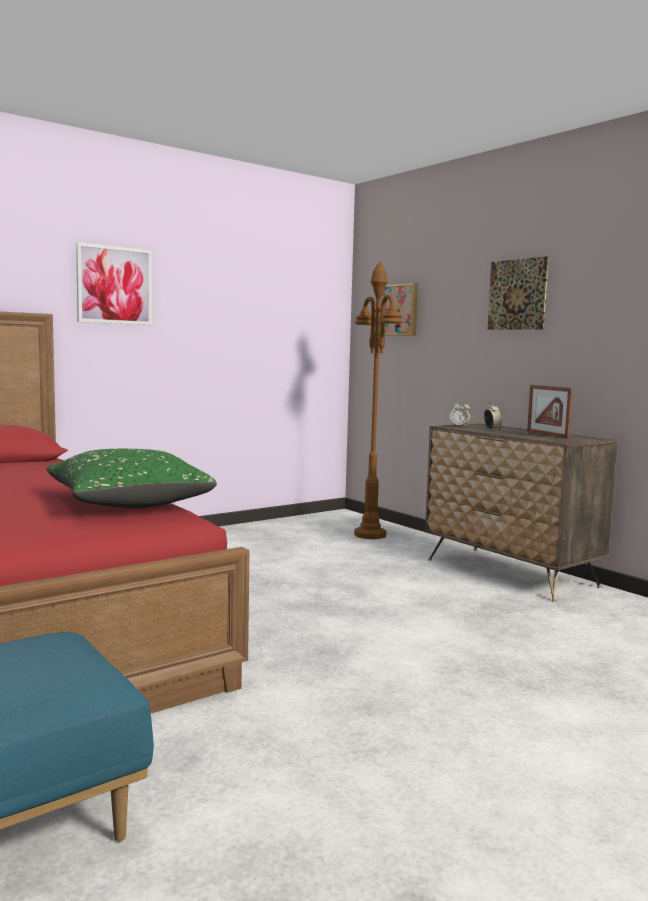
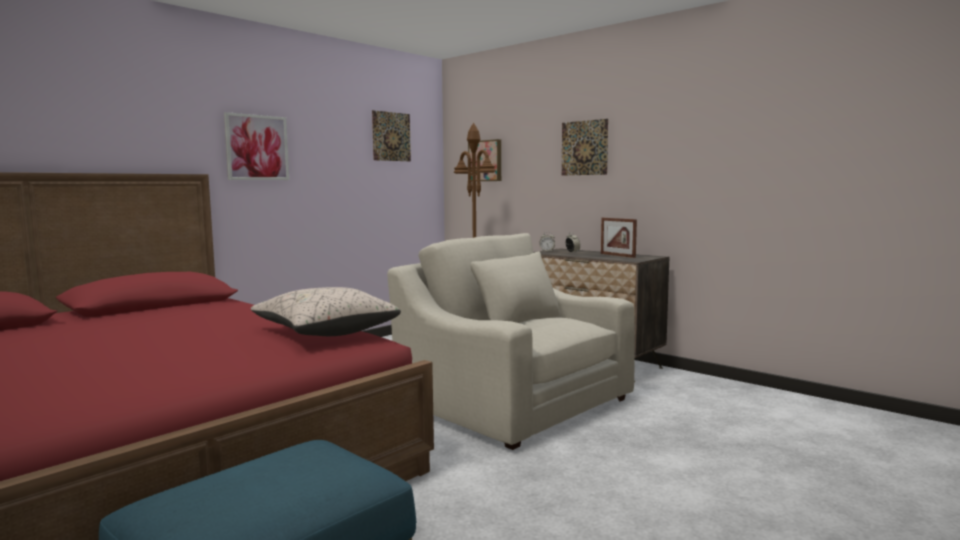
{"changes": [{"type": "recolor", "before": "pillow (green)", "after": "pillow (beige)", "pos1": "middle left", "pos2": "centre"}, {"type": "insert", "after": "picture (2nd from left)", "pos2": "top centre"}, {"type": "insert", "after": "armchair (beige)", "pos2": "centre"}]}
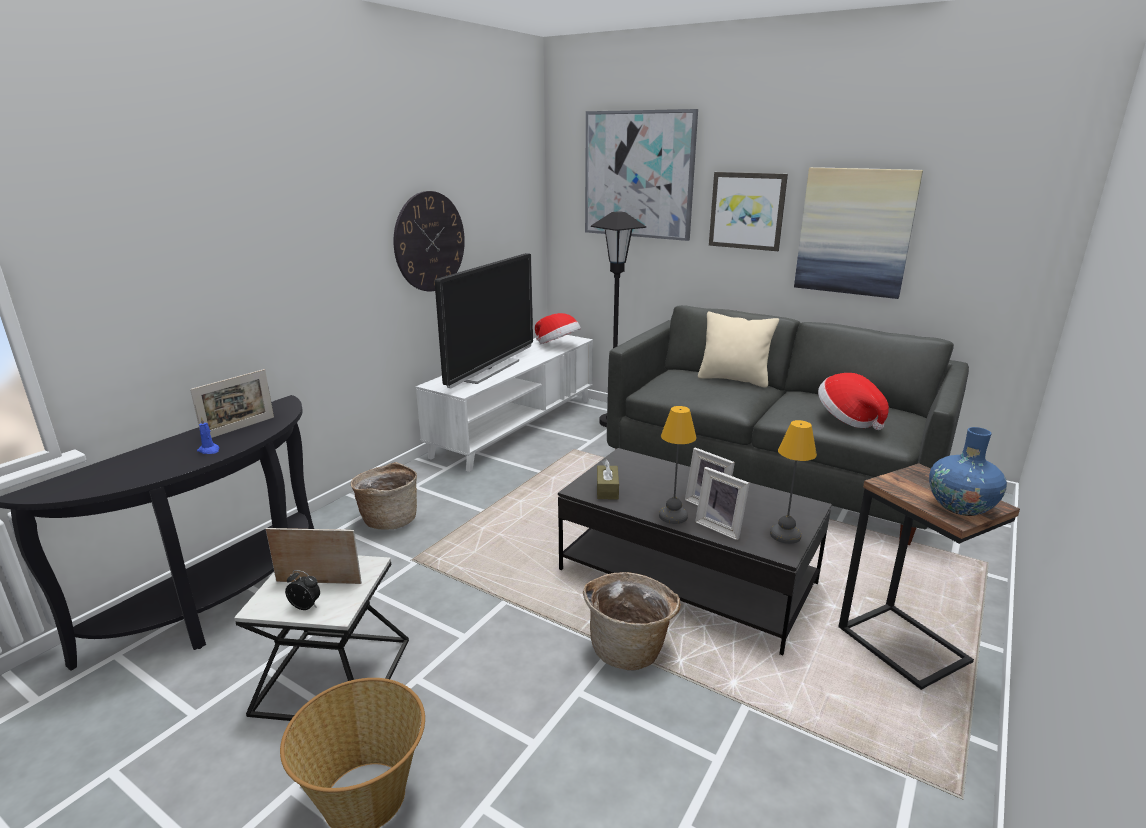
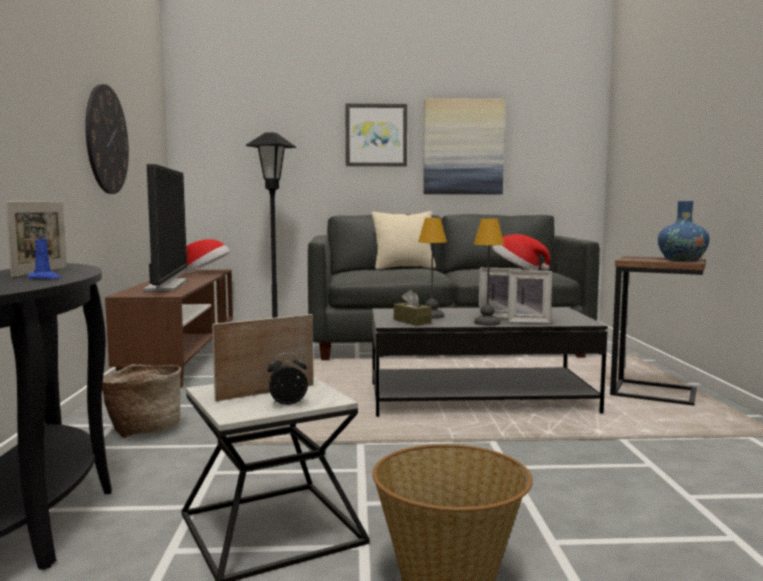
{"changes": [{"type": "recolor", "before": "tv stand (white)", "after": "tv stand (brown)", "pos1": "centre", "pos2": "middle left"}, {"type": "move", "before": "table lamp (2nd from left in the first image)", "after": "table lamp (1st from left)", "pos1": "middle right", "pos2": "centre"}, {"type": "delete", "before": "basket (3rd from left)", "pos1": "bottom centre"}, {"type": "delete", "before": "picture (1st from left)", "pos1": "top centre"}]}
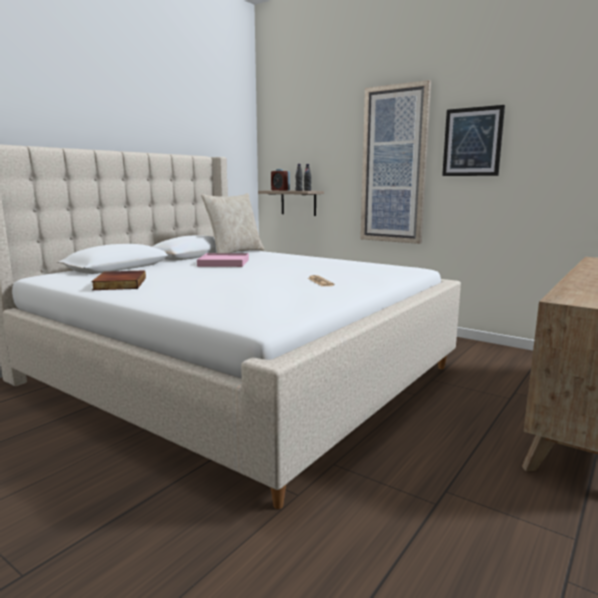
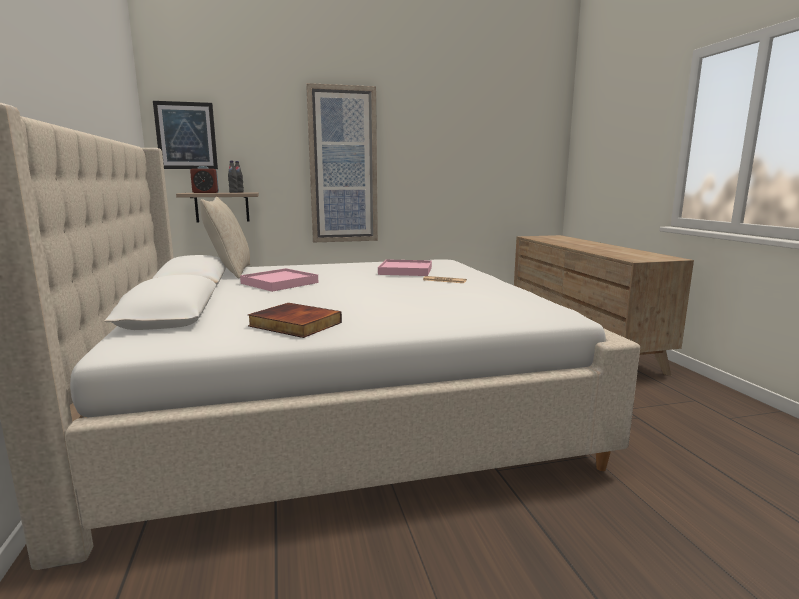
{"changes": [{"type": "move", "before": "picture (2nd from left in the first image)", "after": "picture (1st from left)", "pos1": "top right", "pos2": "top left"}, {"type": "insert", "after": "tray (pink) (2nd from left)", "pos2": "centre"}]}
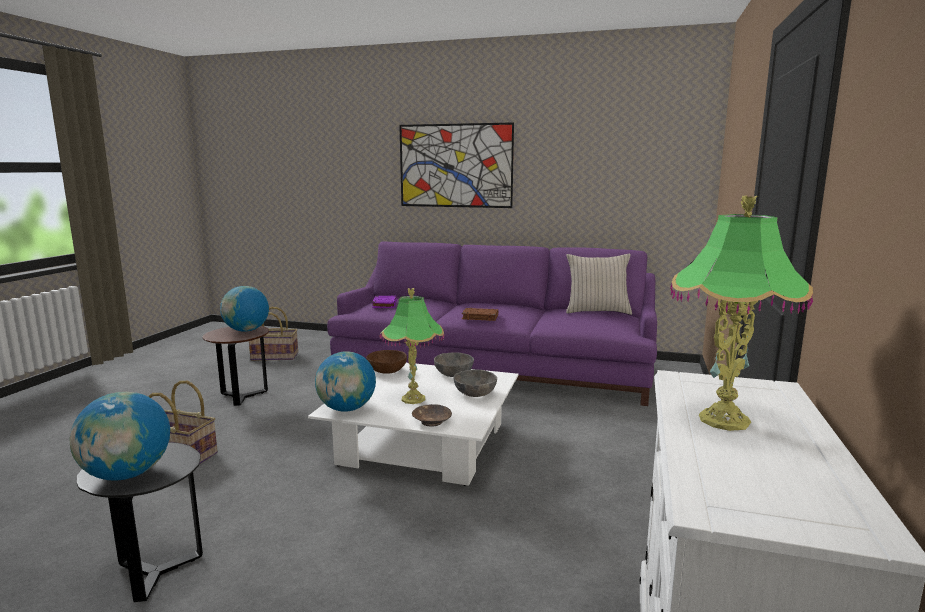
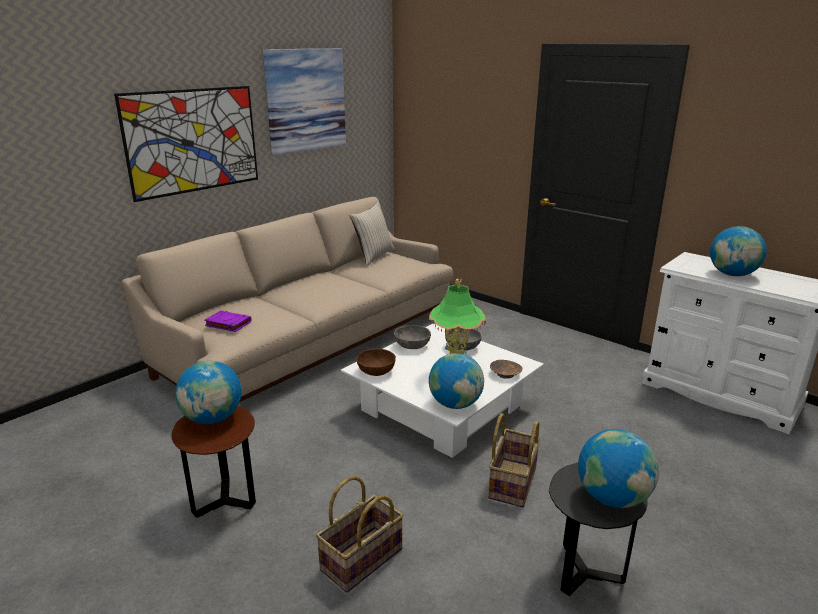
{"changes": [{"type": "recolor", "before": "sofa (purple)", "after": "sofa (beige)", "pos1": "centre", "pos2": "centre"}, {"type": "insert", "after": "picture (2nd from left)", "pos2": "top centre"}, {"type": "move", "before": "basket (2nd from left)", "pos1": "middle left", "pos2": "bottom centre"}, {"type": "replace", "before": "table lamp (2nd from left)", "after": "globe (4th from left)", "pos1": "middle right", "pos2": "middle right"}, {"type": "delete", "before": "book (brown)", "pos1": "centre"}]}
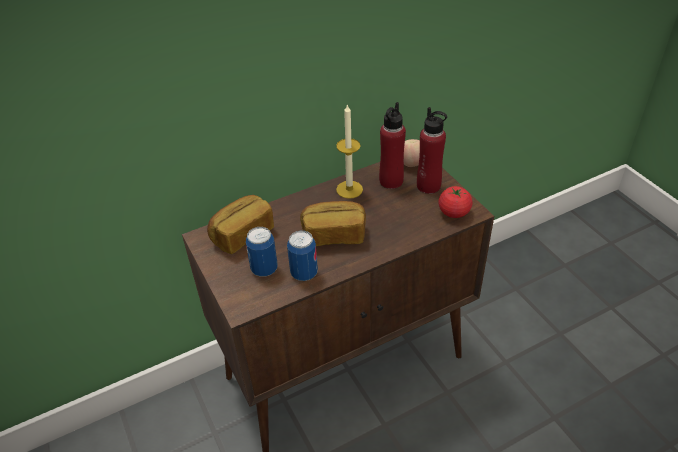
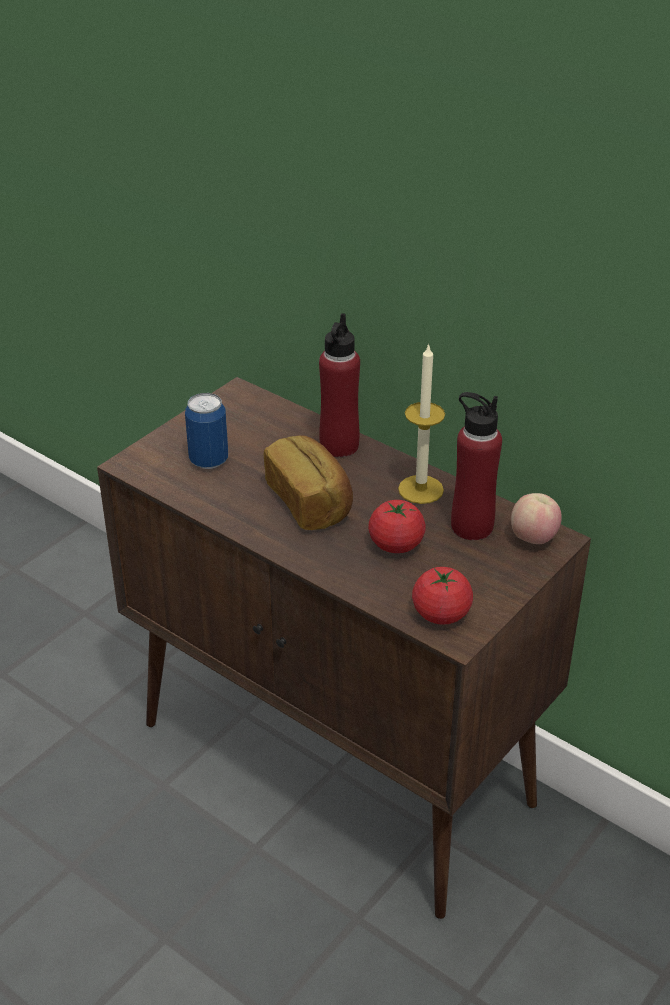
{"changes": [{"type": "move", "before": "bottle (red) (2nd from left in the first image)", "after": "bottle (red) (1st from left)", "pos1": "top centre", "pos2": "centre"}, {"type": "insert", "after": "tomato (1st from left)", "pos2": "centre"}, {"type": "delete", "before": "bread (1st from left)", "pos1": "centre"}, {"type": "delete", "before": "can (2nd from left)", "pos1": "centre"}]}
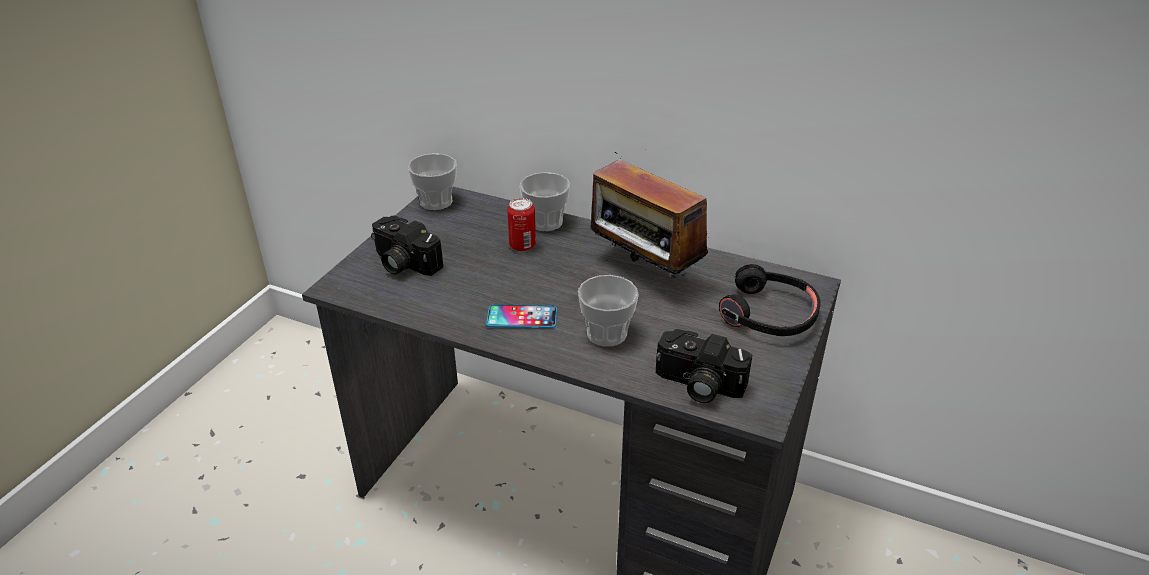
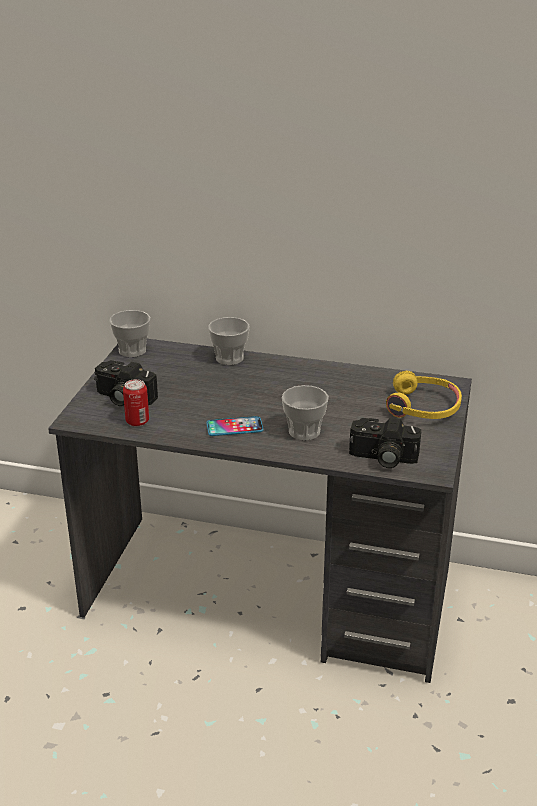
{"changes": [{"type": "move", "before": "can", "pos1": "centre", "pos2": "middle left"}, {"type": "recolor", "before": "headphones (black)", "after": "headphones (yellow)", "pos1": "middle right", "pos2": "middle right"}, {"type": "delete", "before": "radio", "pos1": "centre"}]}
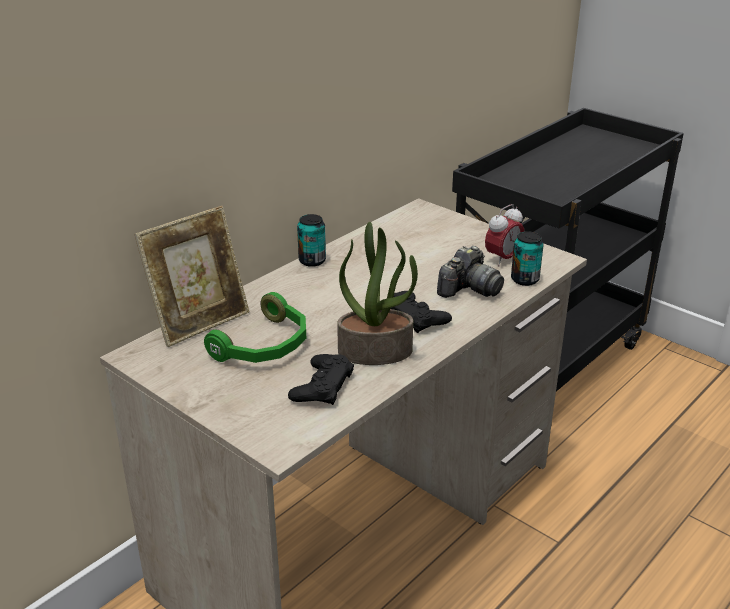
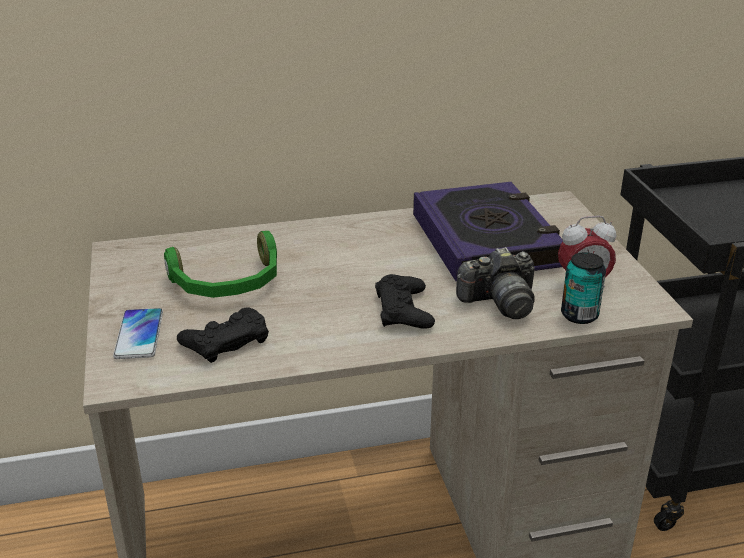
{"changes": [{"type": "insert", "after": "phone", "pos2": "middle left"}, {"type": "insert", "after": "book", "pos2": "centre"}, {"type": "delete", "before": "picture frame", "pos1": "middle left"}, {"type": "delete", "before": "can (1st from left)", "pos1": "centre"}, {"type": "delete", "before": "potted plant", "pos1": "centre"}]}
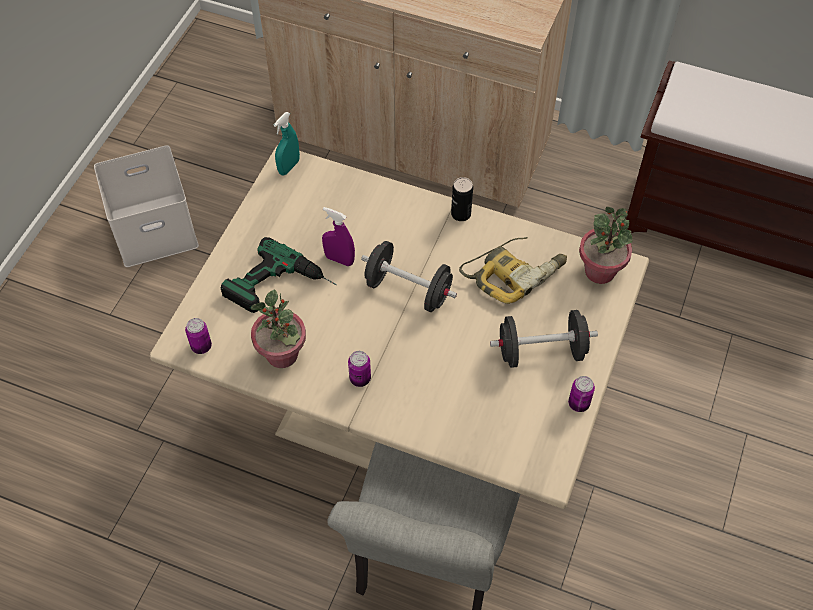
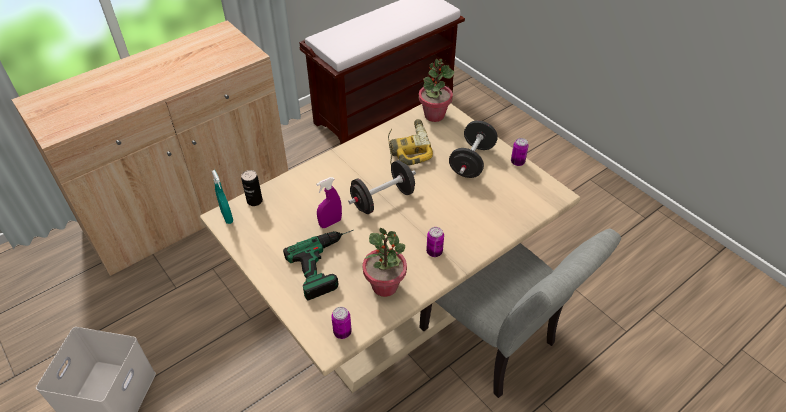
{"changes": [{"type": "move", "before": "can (3rd from left in the first image)", "after": "can (1st from left)", "pos1": "top centre", "pos2": "middle left"}]}
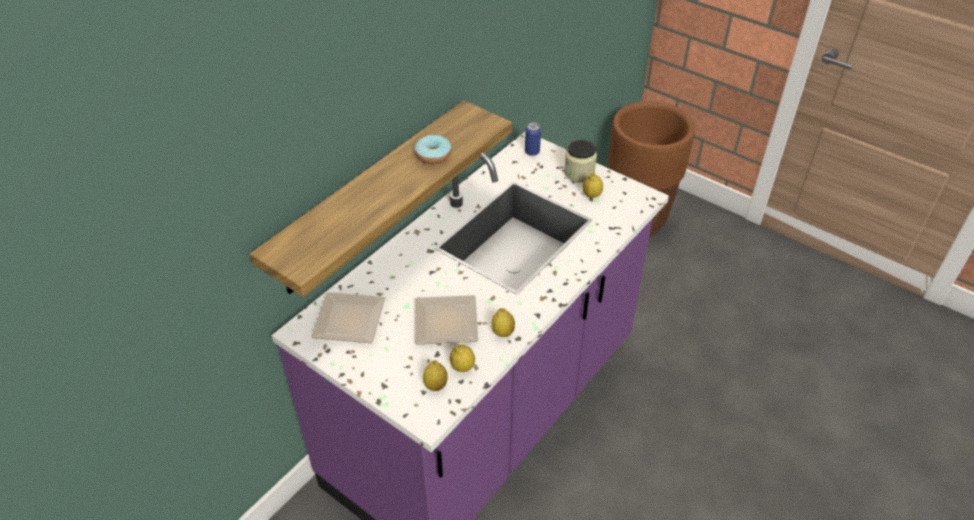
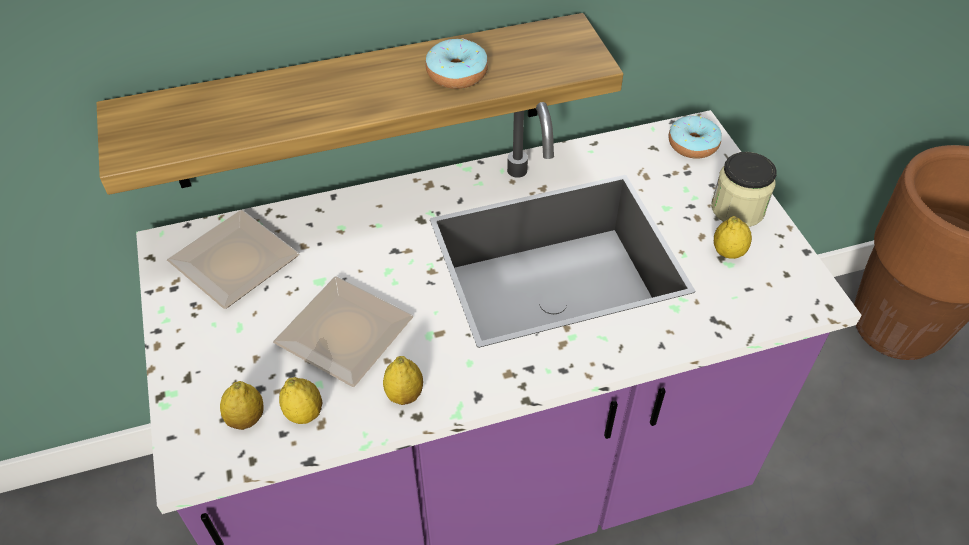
{"changes": [{"type": "replace", "before": "can", "after": "donut (2nd from left)", "pos1": "top centre", "pos2": "top right"}]}
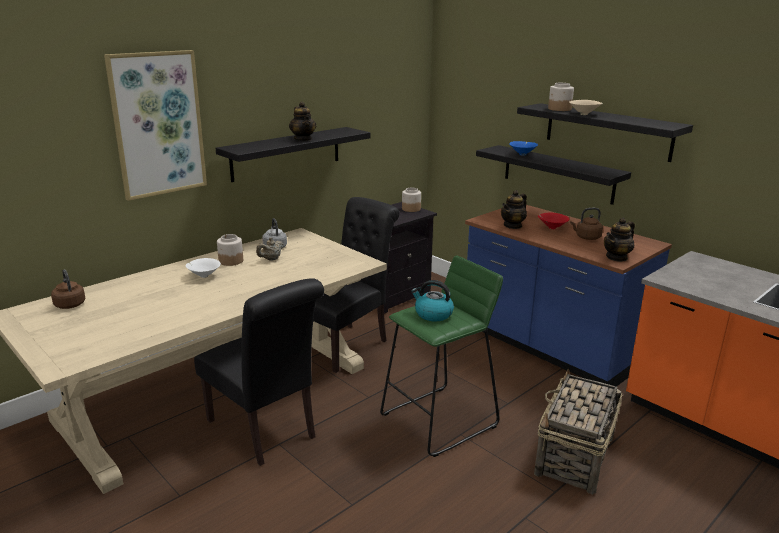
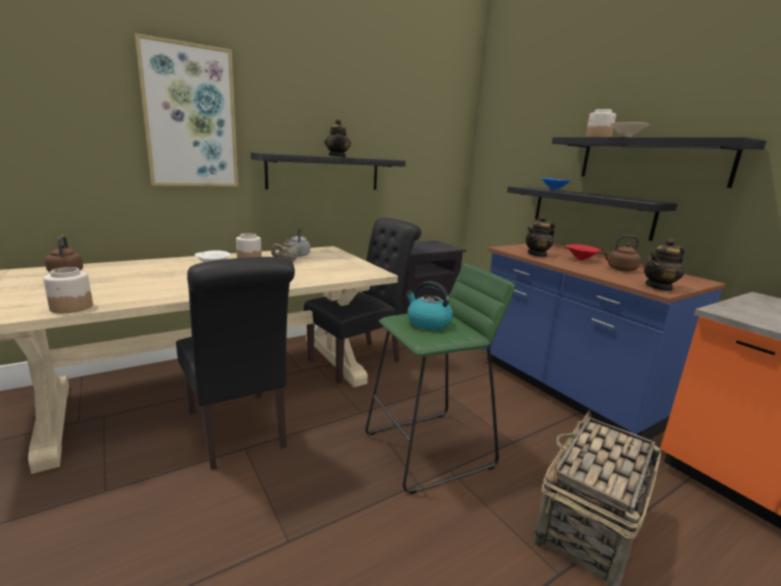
{"changes": [{"type": "move", "before": "jar (2nd from left in the first image)", "after": "jar (1st from left)", "pos1": "centre", "pos2": "middle left"}]}
